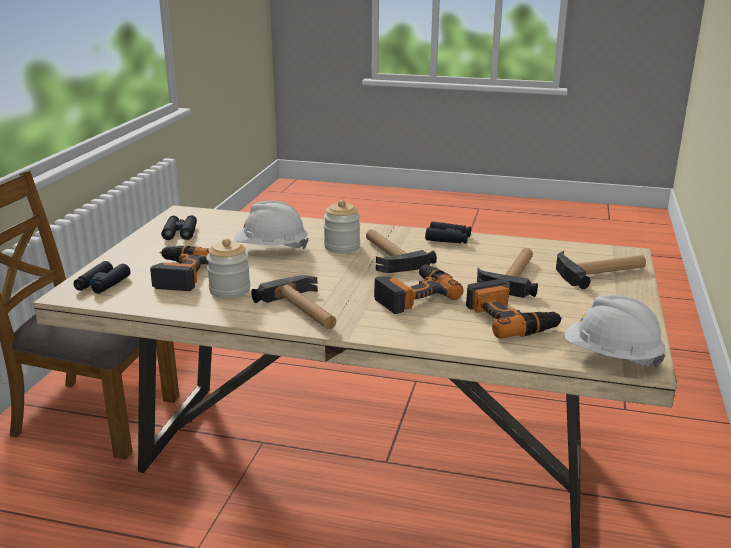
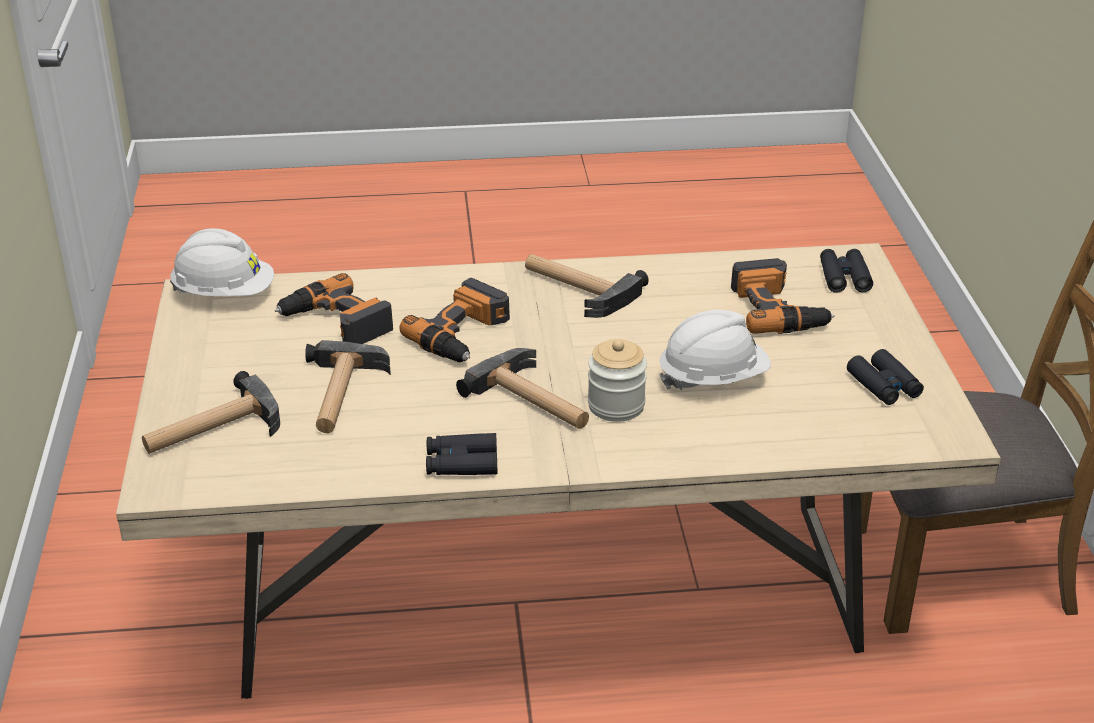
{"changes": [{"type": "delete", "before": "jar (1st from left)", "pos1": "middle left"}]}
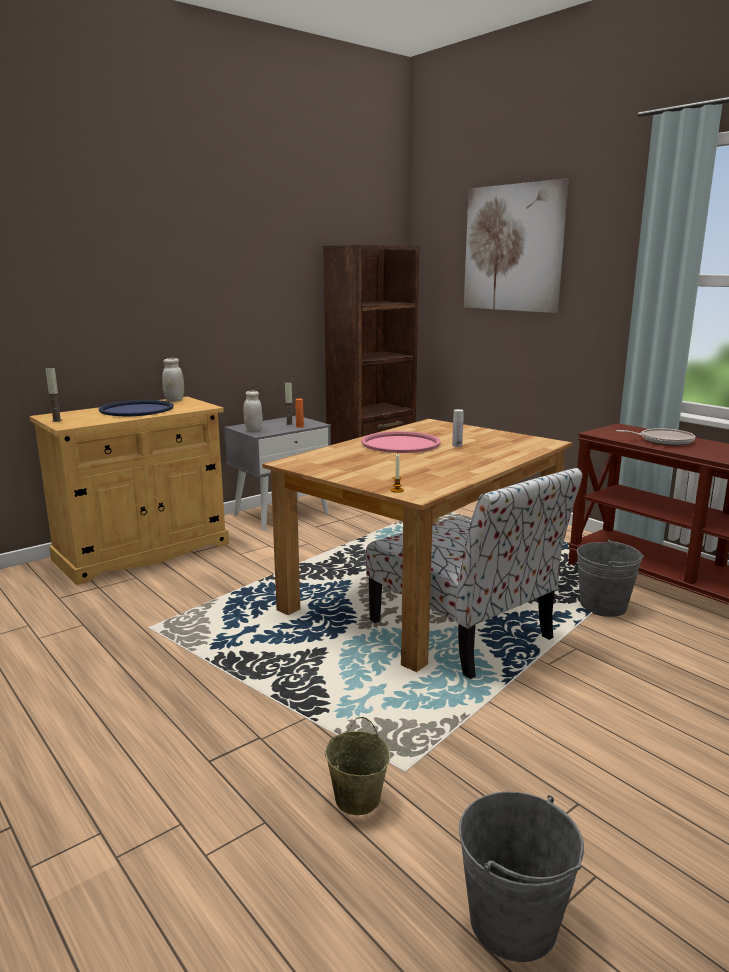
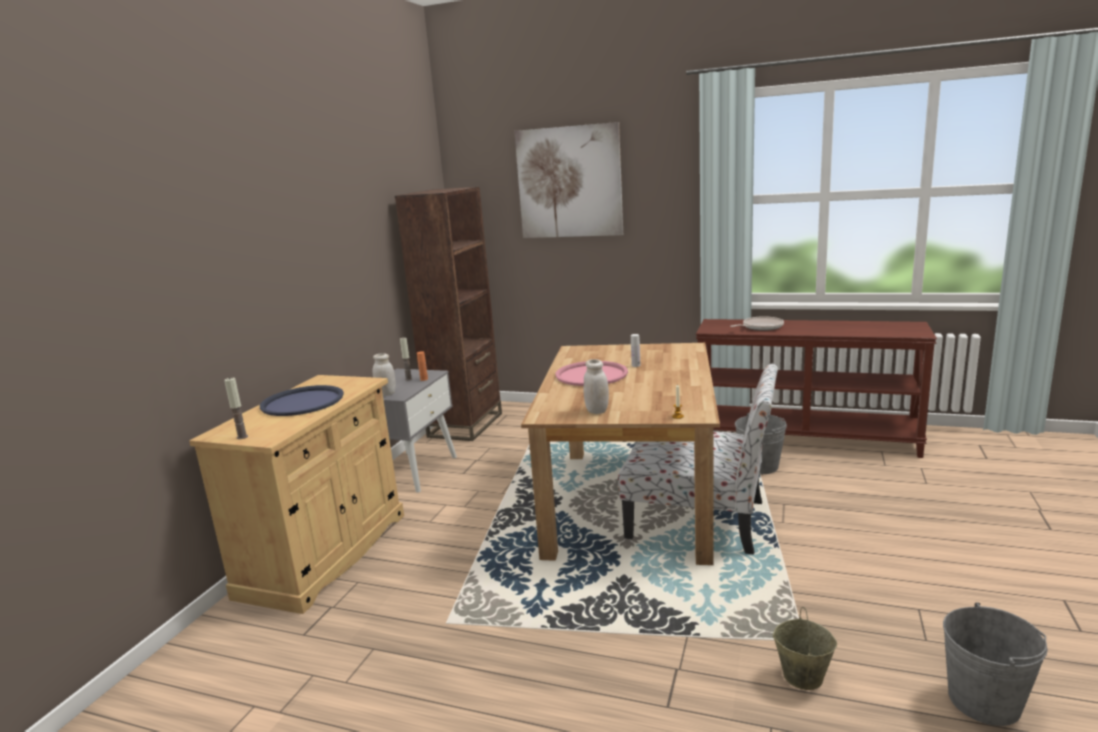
{"changes": [{"type": "move", "before": "jar (white) (1st from left in the first image)", "after": "jar (white) (2nd from left)", "pos1": "middle left", "pos2": "centre"}]}
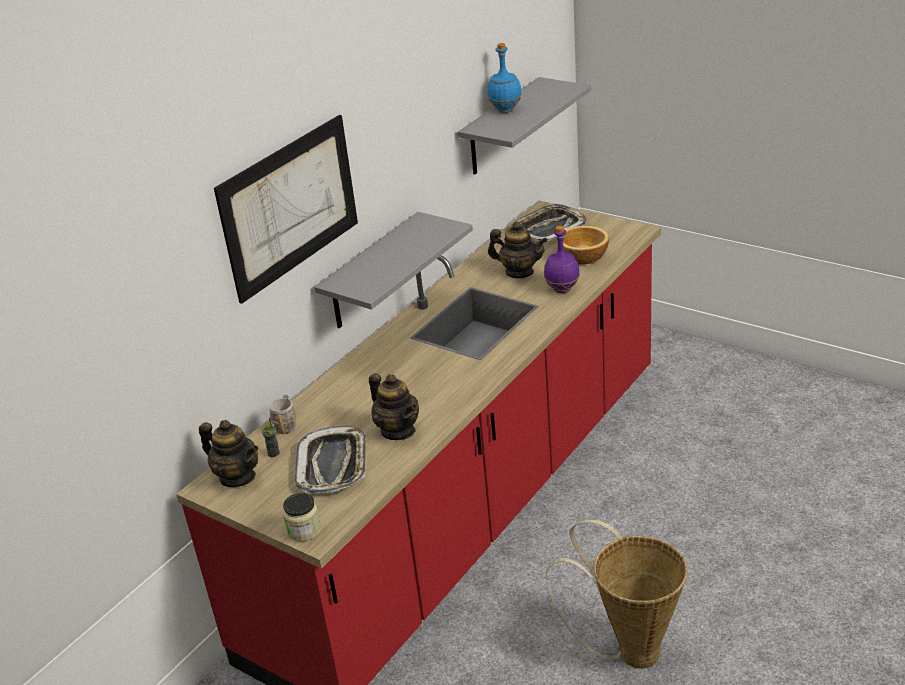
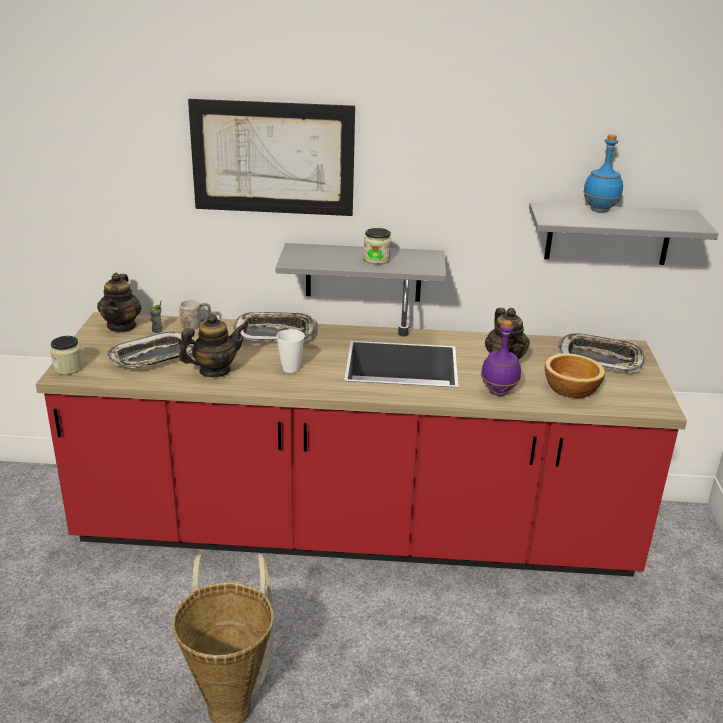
{"changes": [{"type": "rotate", "before": "teapot (2nd from left)", "pos1": "centre", "pos2": "middle left", "turn": -135}, {"type": "insert", "after": "tray (2nd from left)", "pos2": "centre"}, {"type": "insert", "after": "cup (2nd from left)", "pos2": "centre"}, {"type": "insert", "after": "jar (2nd from left)", "pos2": "centre"}]}
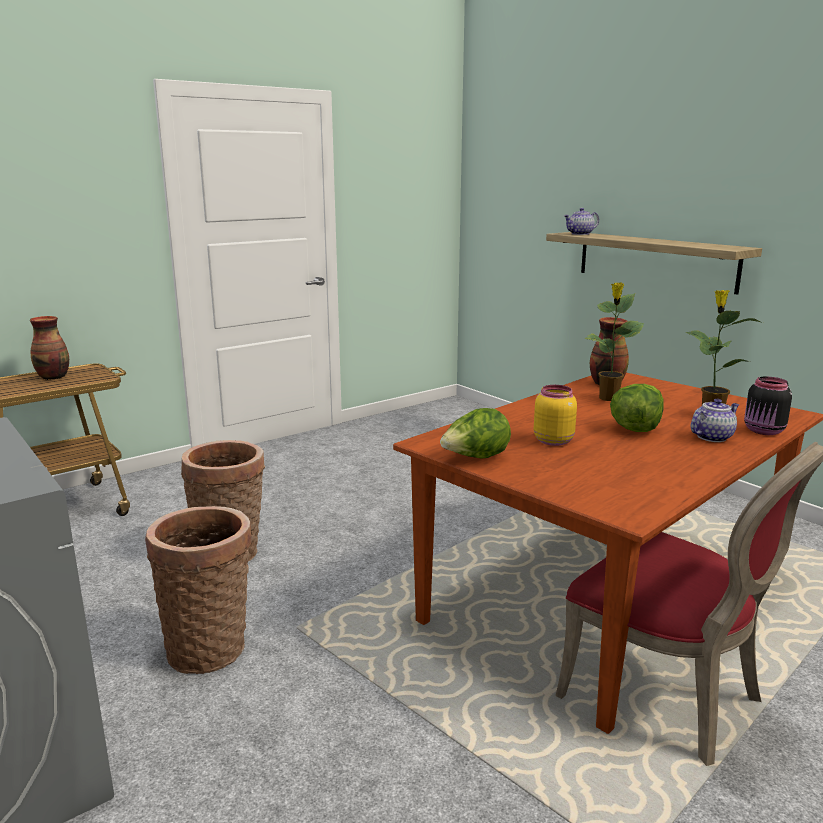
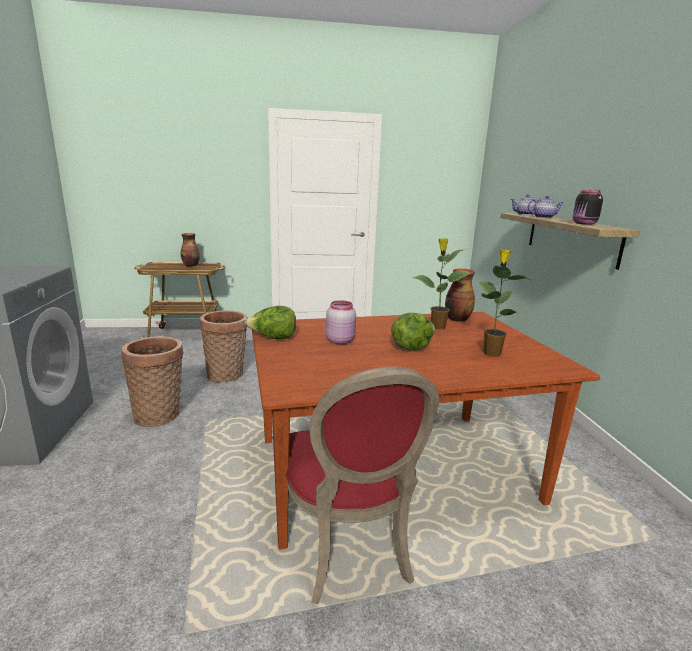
{"changes": [{"type": "recolor", "before": "jar (yellow)", "after": "jar (pink)", "pos1": "middle right", "pos2": "centre"}, {"type": "move", "before": "teapot (2nd from left)", "pos1": "middle right", "pos2": "top right"}, {"type": "move", "before": "jar (black)", "pos1": "middle right", "pos2": "top right"}]}
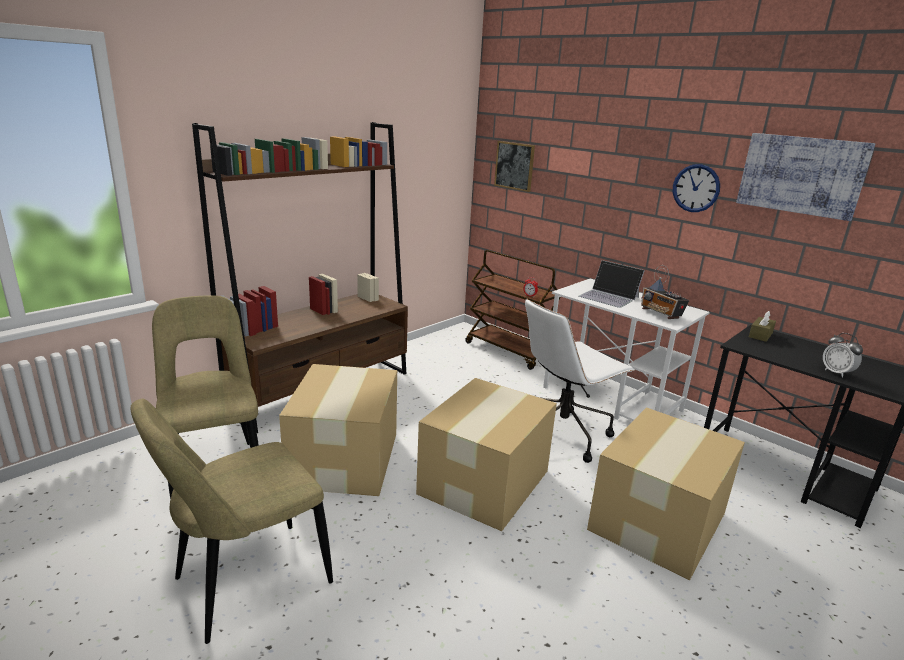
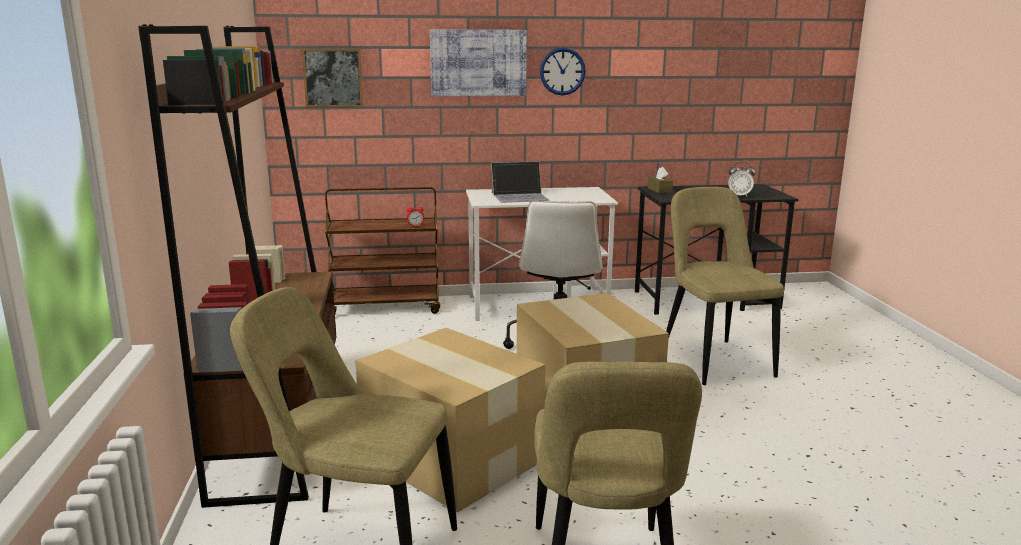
{"changes": [{"type": "move", "before": "picture (2nd from left)", "pos1": "top right", "pos2": "top centre"}, {"type": "replace", "before": "cardboard box (3rd from left)", "after": "chair (beige) (3rd from left)", "pos1": "bottom right", "pos2": "middle right"}, {"type": "delete", "before": "radio", "pos1": "middle right"}]}
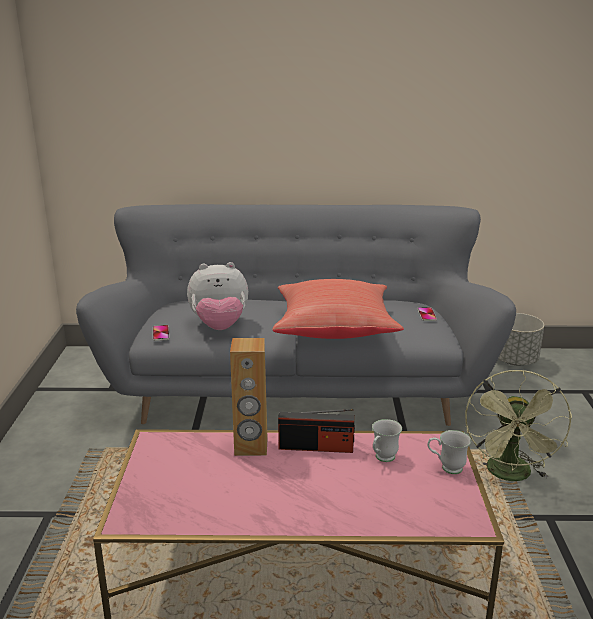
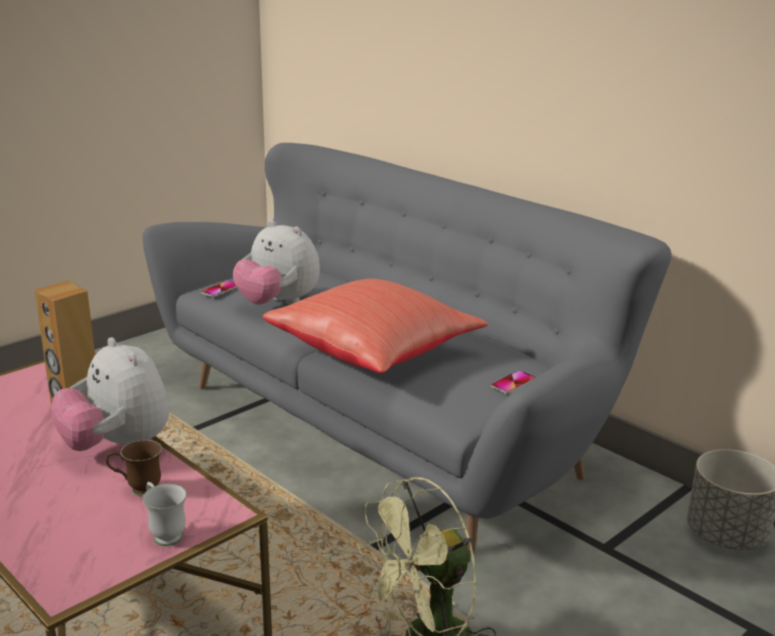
{"changes": [{"type": "replace", "before": "radio", "after": "plush toy (1st from left)", "pos1": "bottom centre", "pos2": "middle left"}, {"type": "recolor", "before": "mug (white) (1st from left)", "after": "mug (brown)", "pos1": "bottom centre", "pos2": "bottom left"}]}
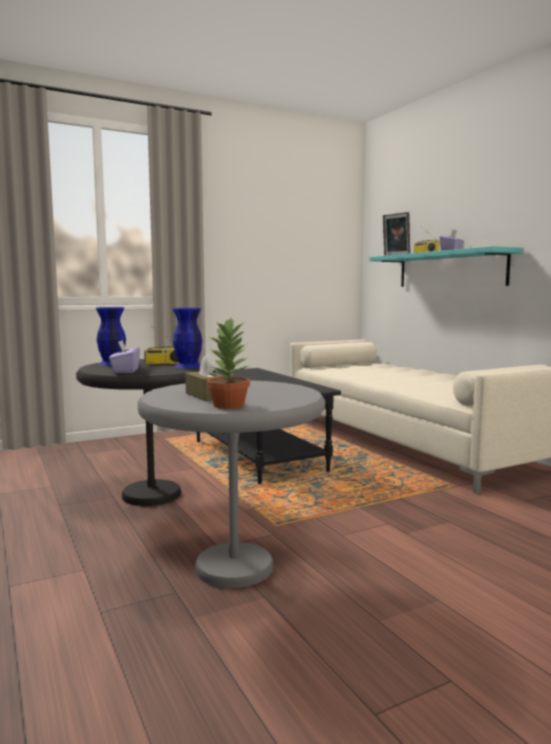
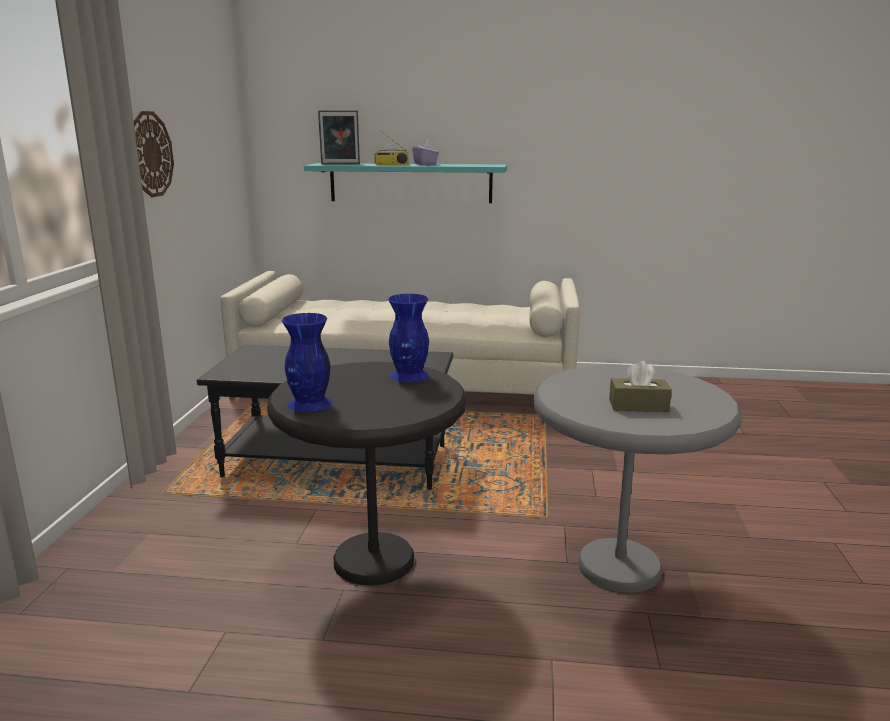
{"changes": [{"type": "insert", "after": "wall clock", "pos2": "top left"}, {"type": "delete", "before": "tissue box (purple) (1st from left)", "pos1": "middle left"}, {"type": "delete", "before": "radio (1st from left)", "pos1": "middle left"}, {"type": "delete", "before": "potted plant", "pos1": "centre"}]}
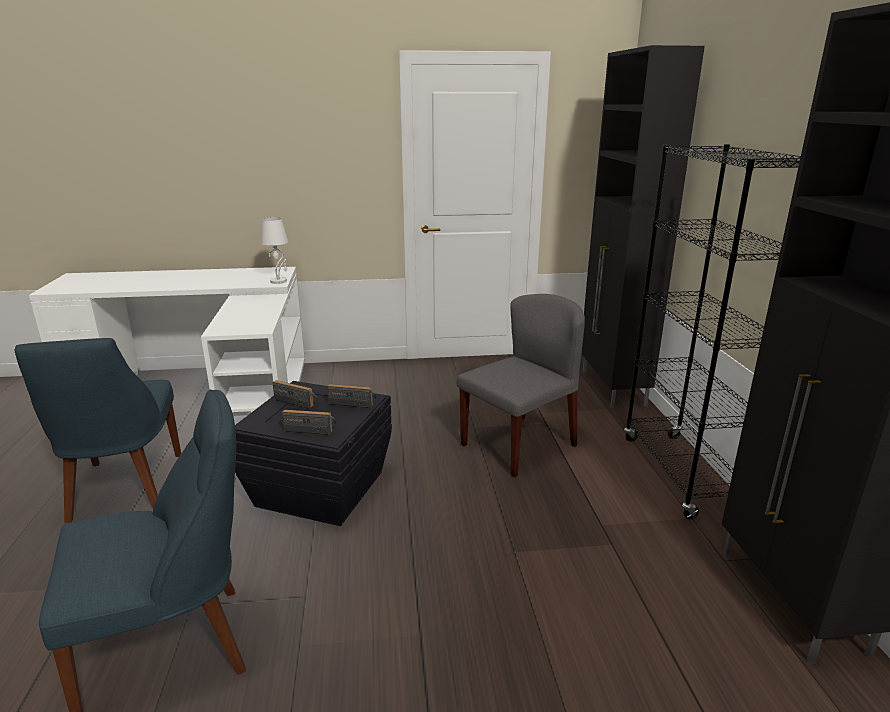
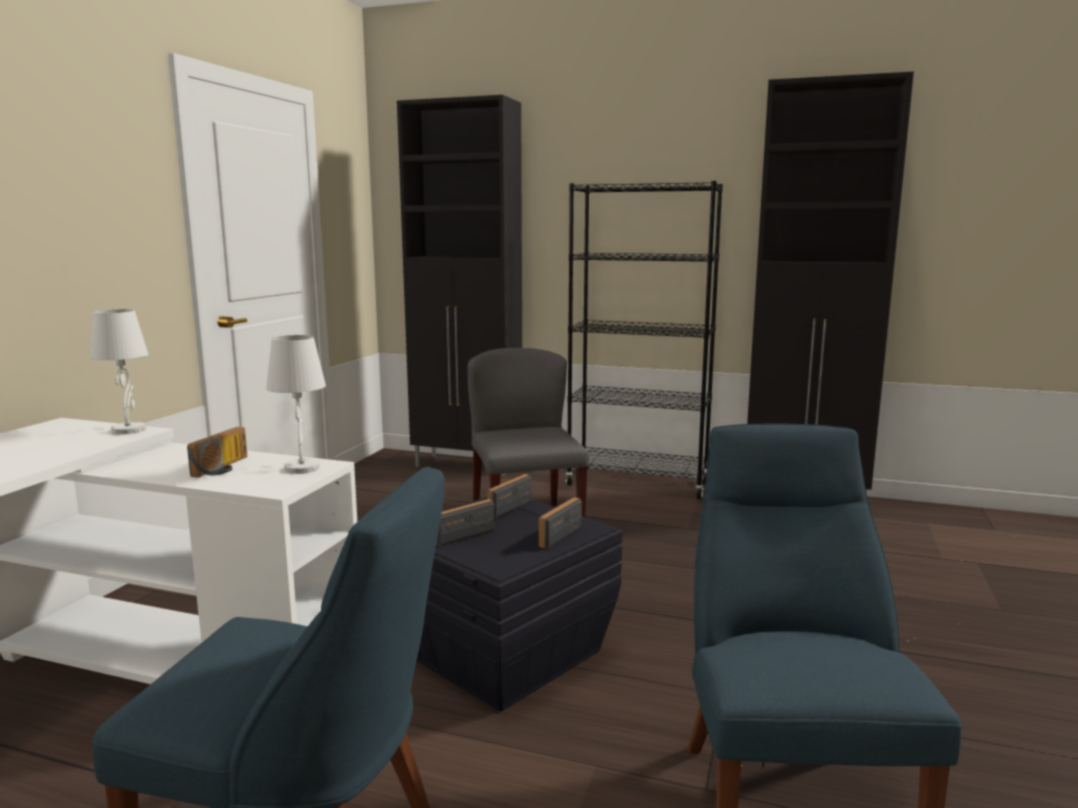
{"changes": [{"type": "insert", "after": "radio (1st from left)", "pos2": "middle left"}, {"type": "insert", "after": "table lamp (white) (2nd from left)", "pos2": "middle left"}]}
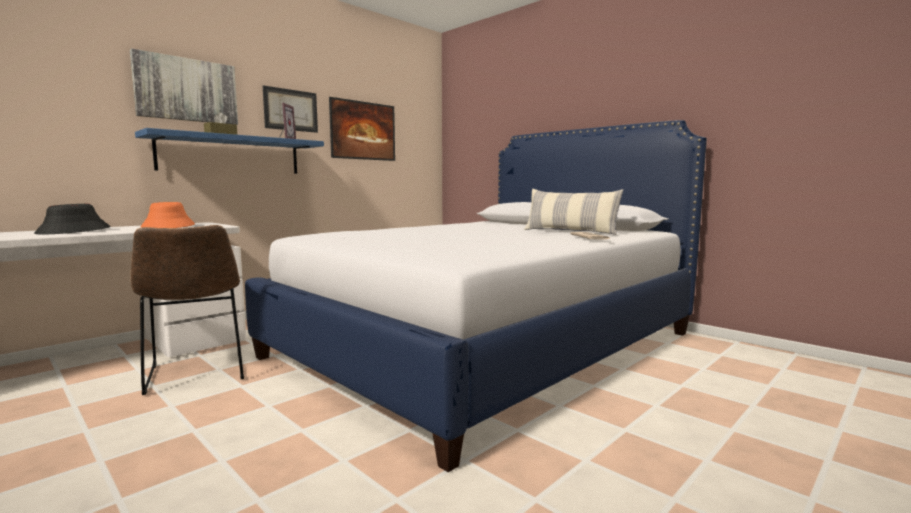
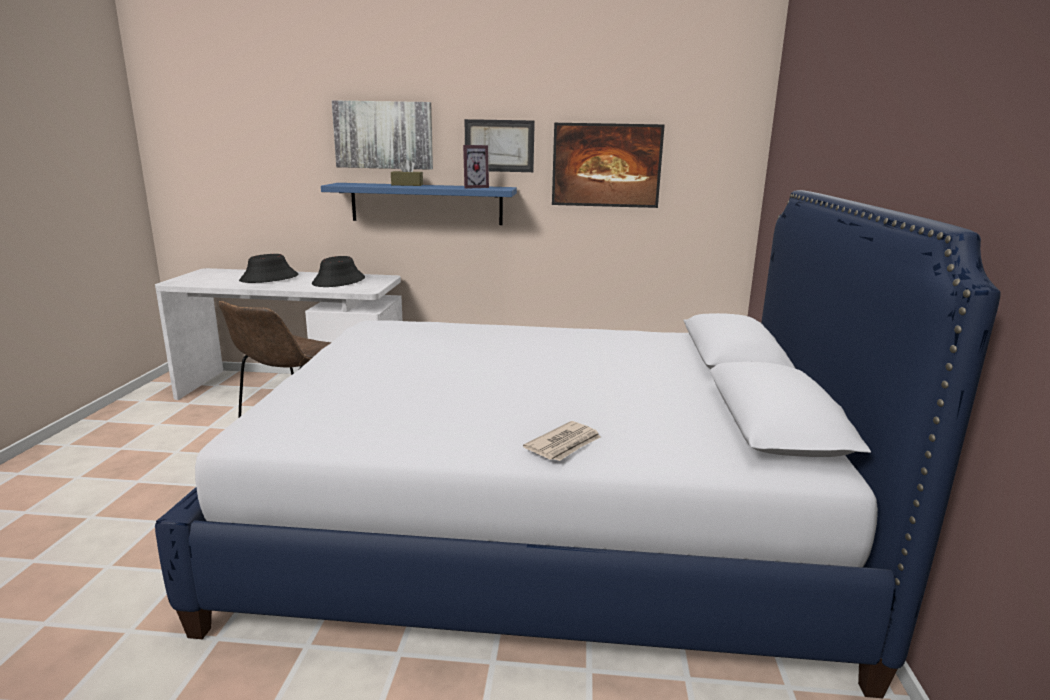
{"changes": [{"type": "recolor", "before": "hat (orange)", "after": "hat (black) (2nd from left)", "pos1": "middle left", "pos2": "middle left"}, {"type": "delete", "before": "pillow", "pos1": "centre"}]}
